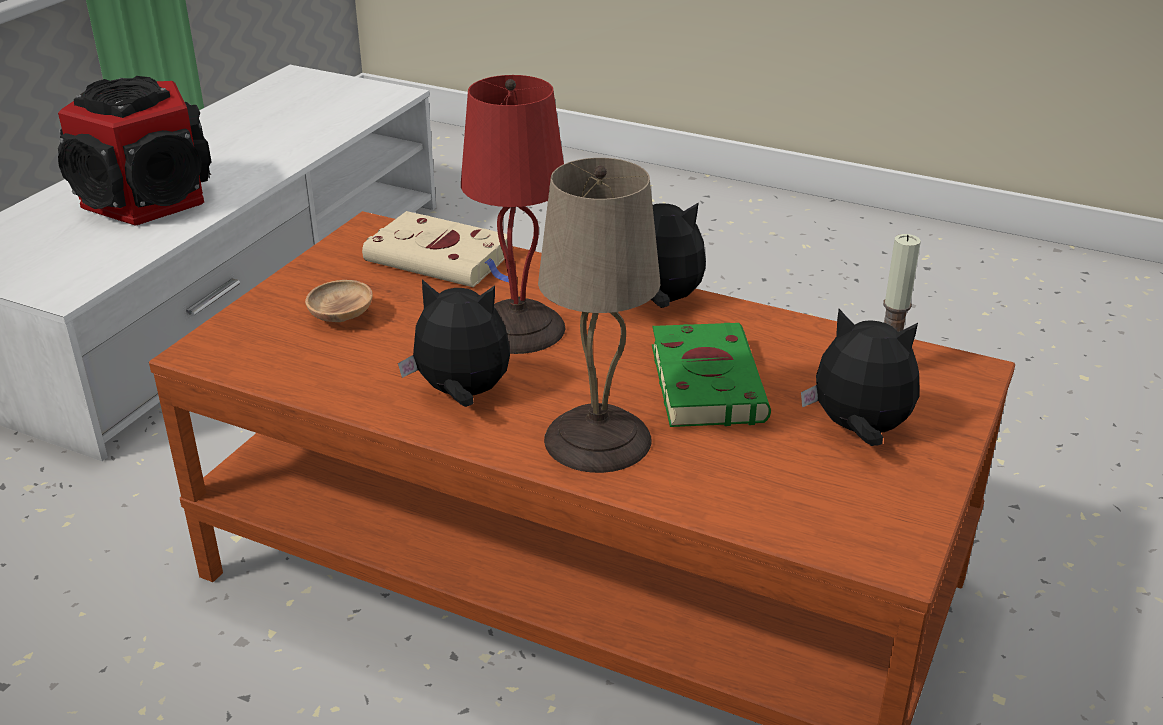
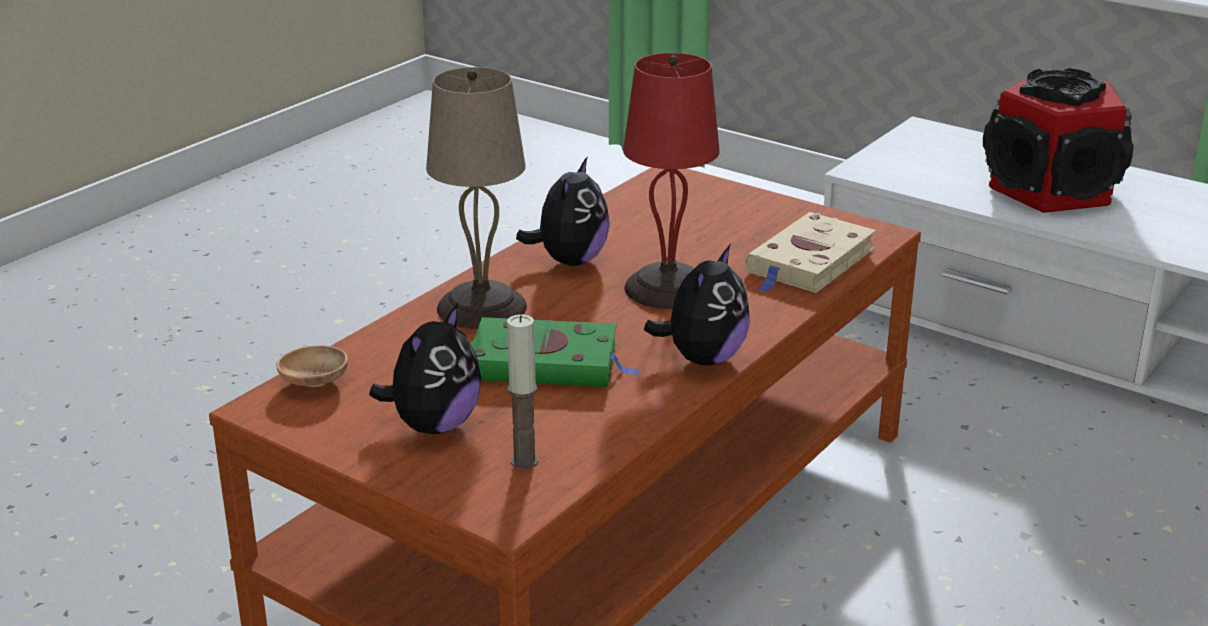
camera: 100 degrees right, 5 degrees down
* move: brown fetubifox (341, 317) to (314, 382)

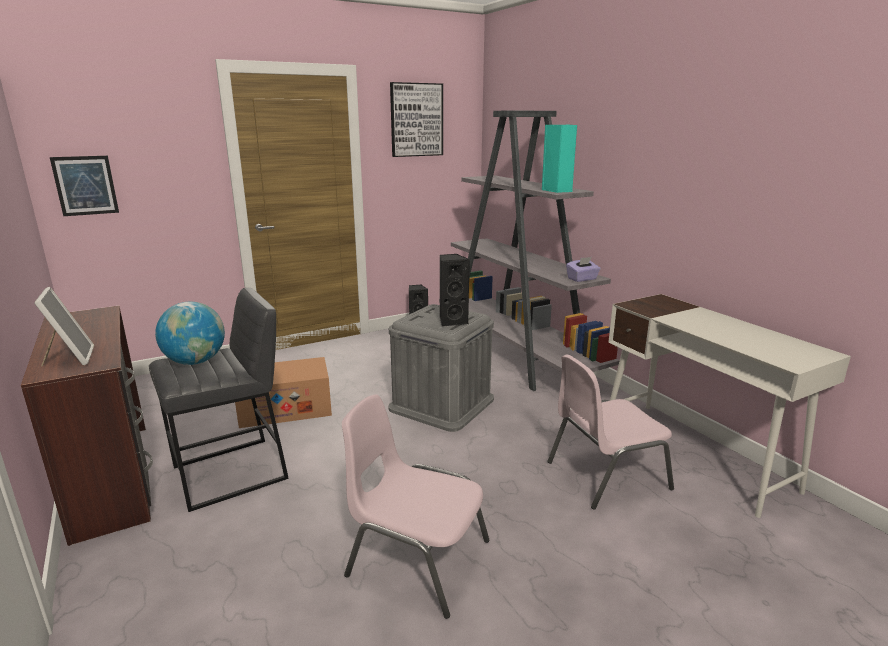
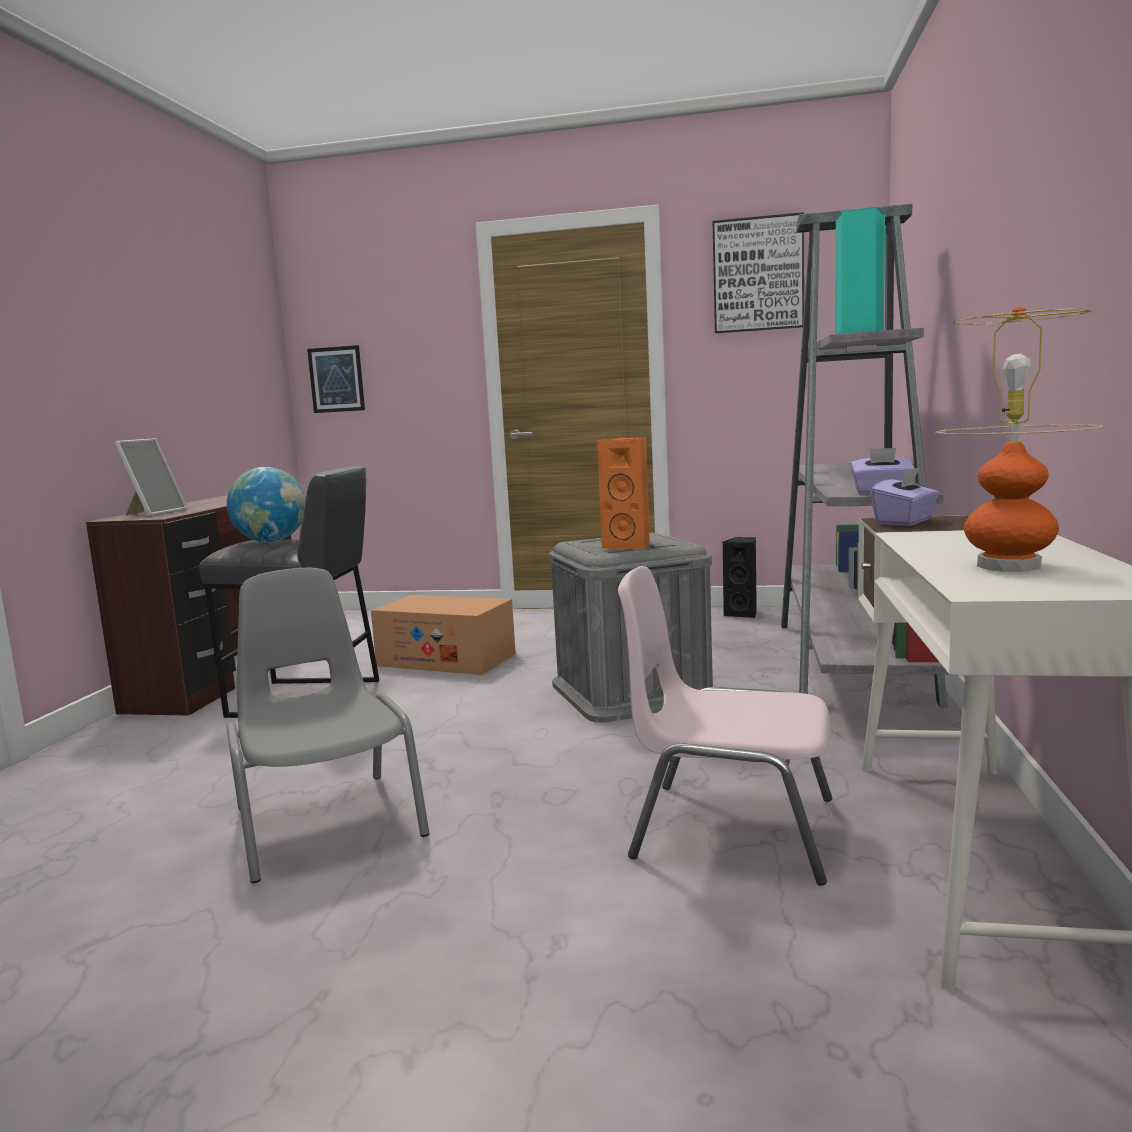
camera: 40 degrees right, 10 degrees down
* recolor: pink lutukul (416, 558) to grey lutukul (327, 821)
* recolor: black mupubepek (452, 321) to orange mupubepek (629, 546)
* insert: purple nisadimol (905, 522)
* insert: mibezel (1008, 566)

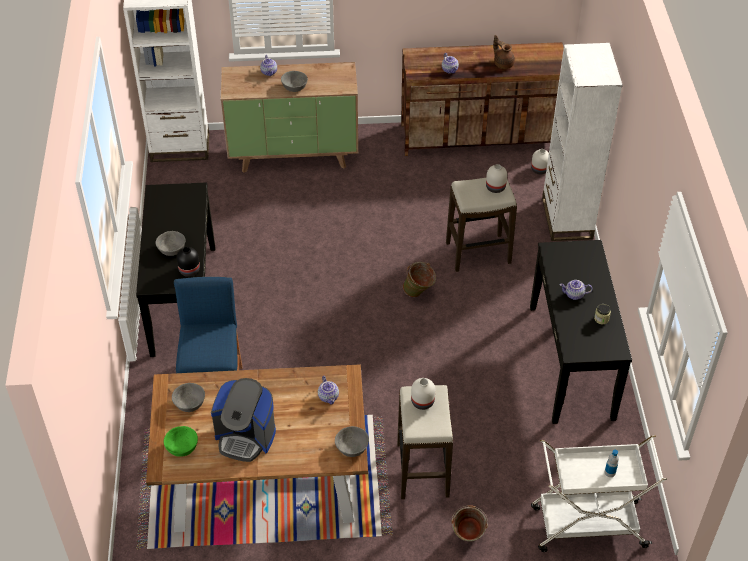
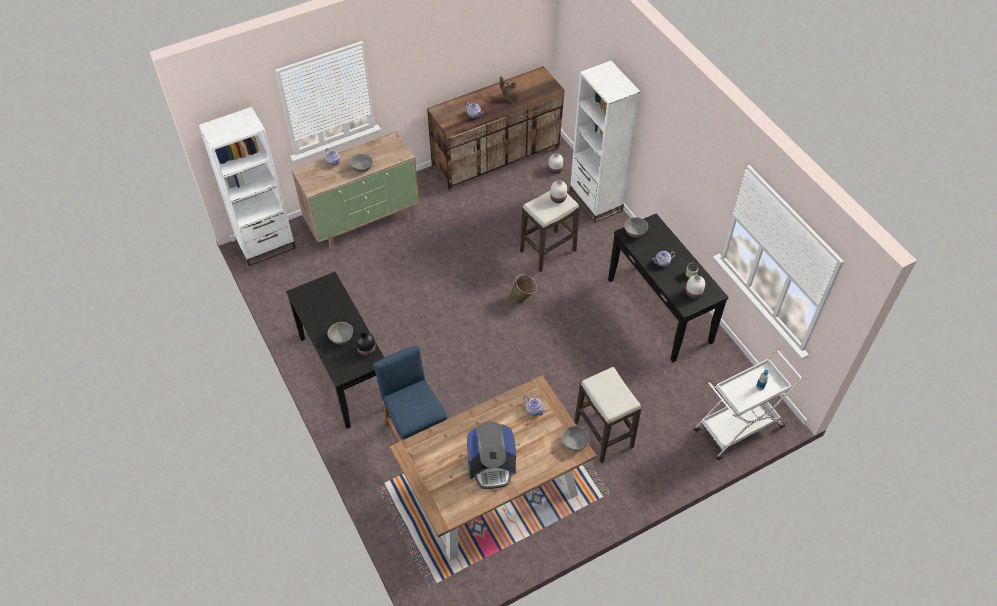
camera: 25 degrees left, 5 degrees up
* delete: green fetubifox (182, 447)
* move: grey fetubifox (189, 403) to (635, 232)
* move: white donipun (423, 401) to (693, 293)
* delete: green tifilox (467, 539)

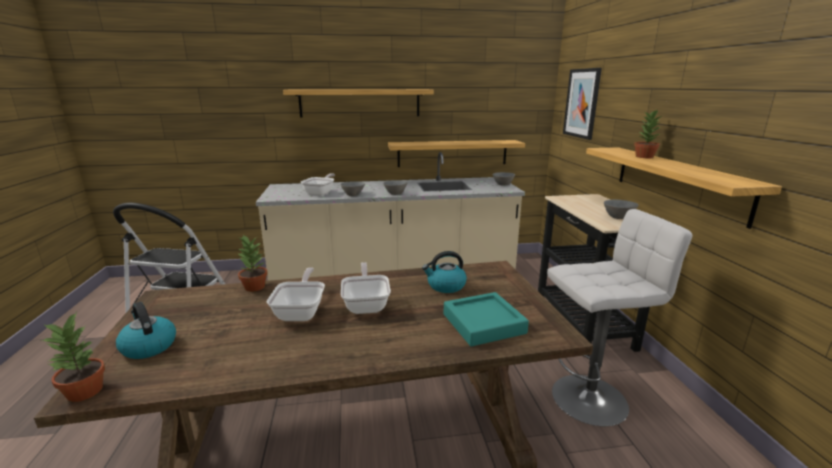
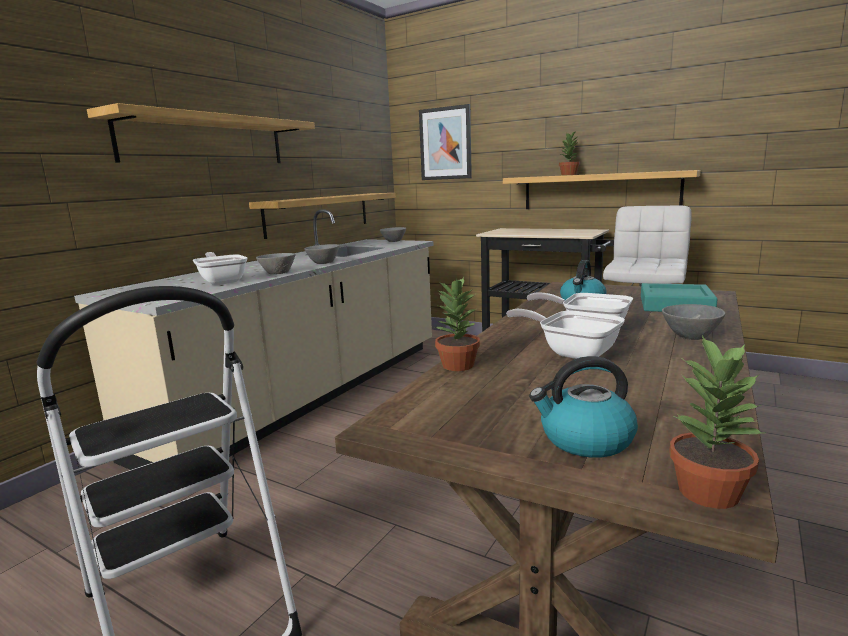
camera: 50 degrees left, 5 degrees down
* move: grey fetubifox (618, 217) to (689, 336)

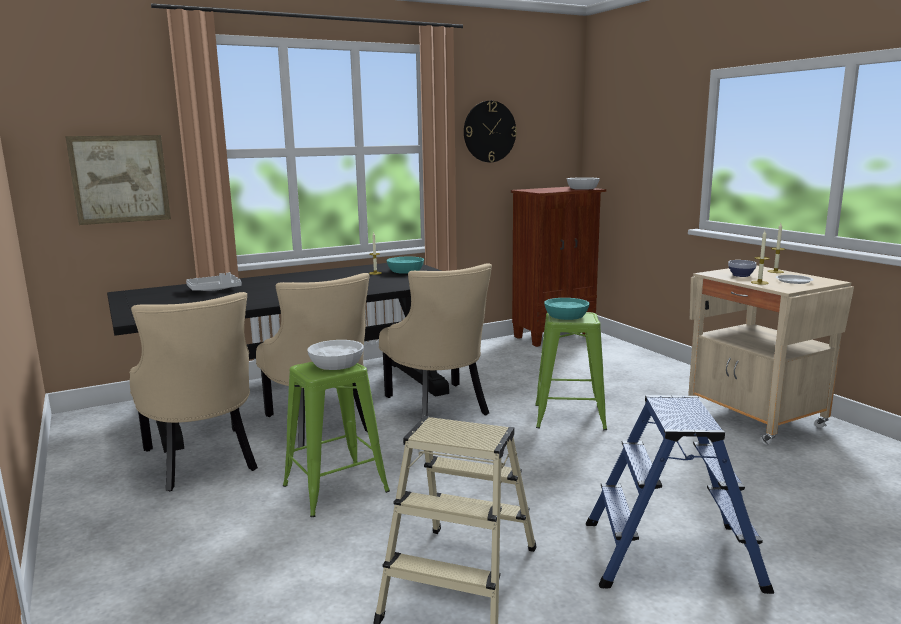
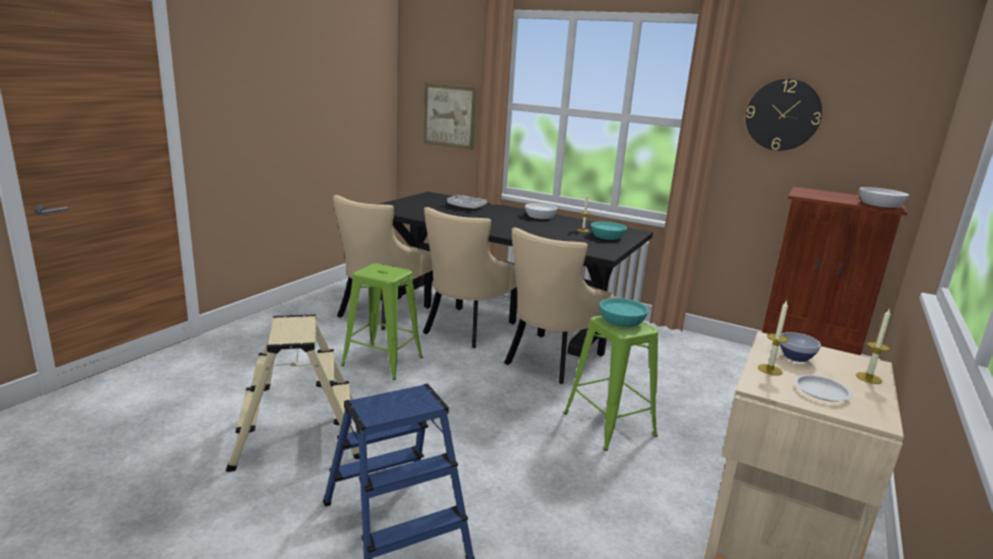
camera: 55 degrees right, 5 degrees up
* move: white fetubifox (336, 364) to (540, 216)

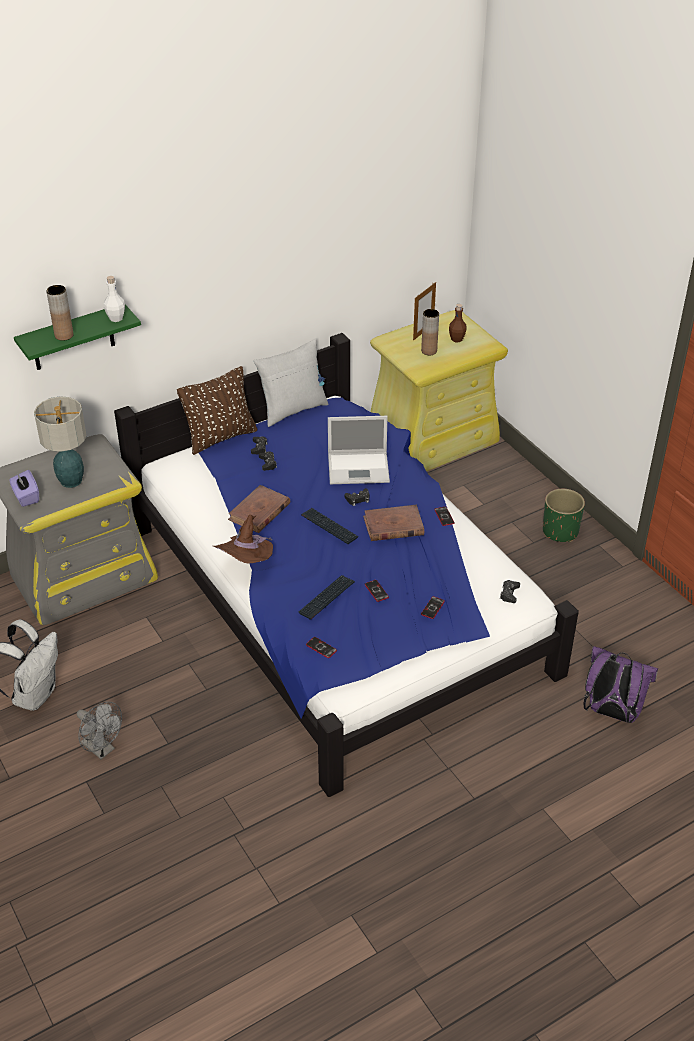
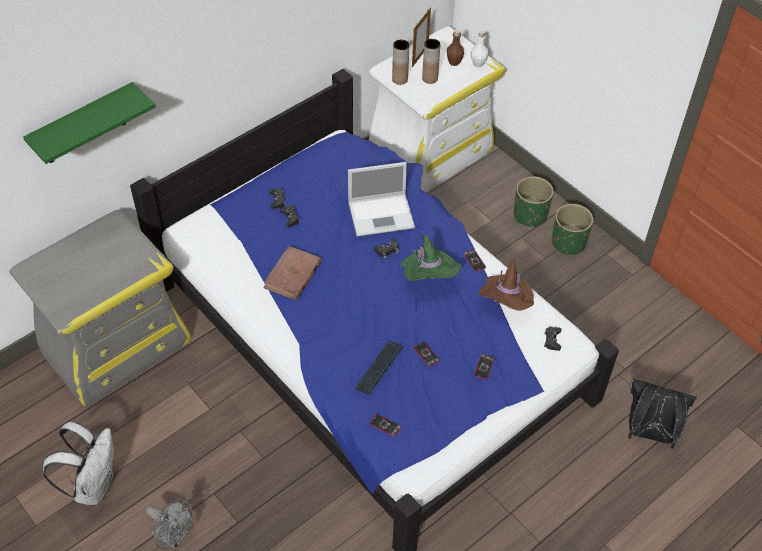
camera: 10 degrees left, 10 degrees up
* delete: purple nisadimol (26, 497)
* delete: mibezel (71, 481)
* move: brown donipun (64, 335) to (399, 79)
* move: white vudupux (116, 318) to (478, 63)
* delete: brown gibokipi (220, 437)
* move: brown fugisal (247, 563) to (505, 303)
* delete: grey gibokipi (293, 411)
* delete: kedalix (329, 527)
* replace: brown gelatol (393, 526) to green fugisal (428, 278)
* recolor: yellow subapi (435, 440) to white subapi (432, 154)
* recolor: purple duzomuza (611, 712) to black duzomuza (649, 433)
* insert: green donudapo (529, 215)

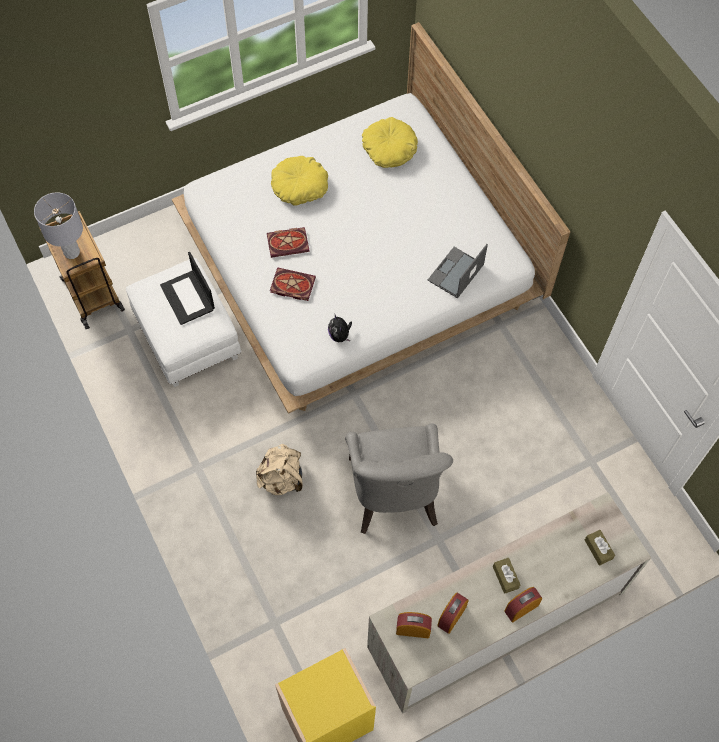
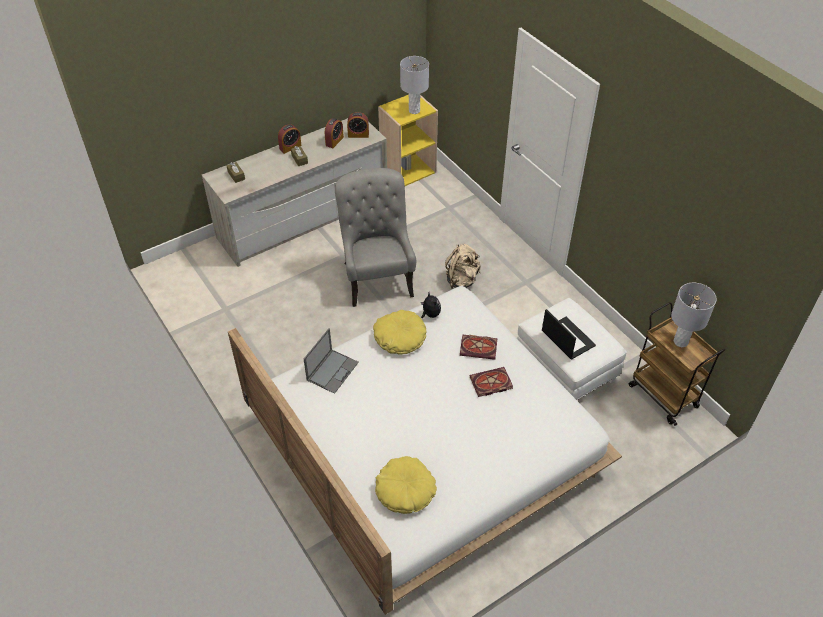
camera: 175 degrees right, 15 degrees down
* move: yellow gibokipi (299, 185) to (400, 338)
* insert: grey mibezel (414, 111)

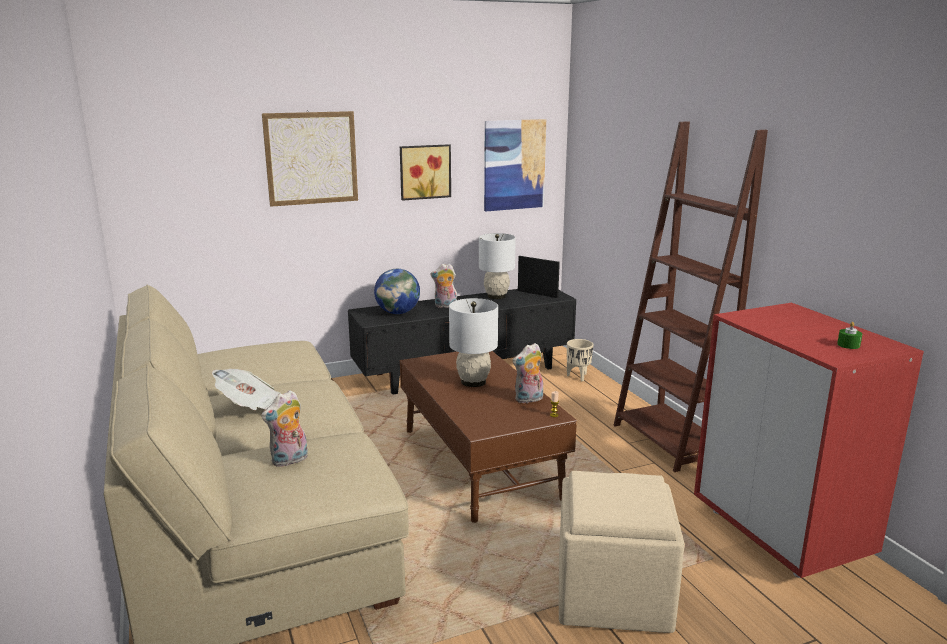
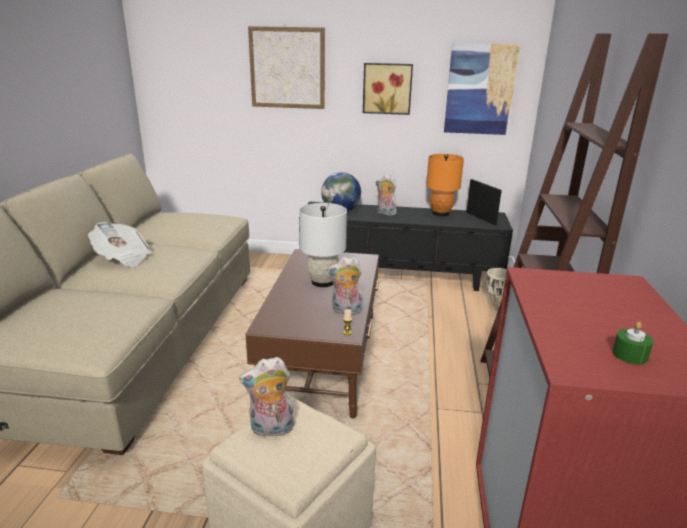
camera: 30 degrees right, 5 degrees up
* move: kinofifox (289, 461) to (271, 430)
* recolor: white mibezel (496, 296) to orange mibezel (440, 213)

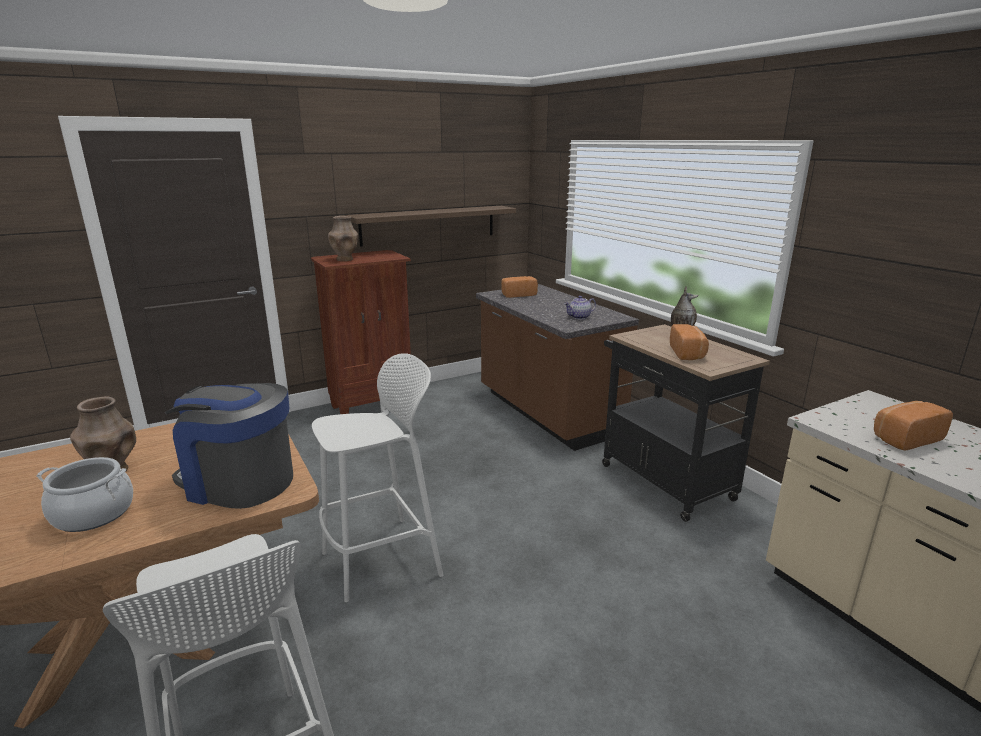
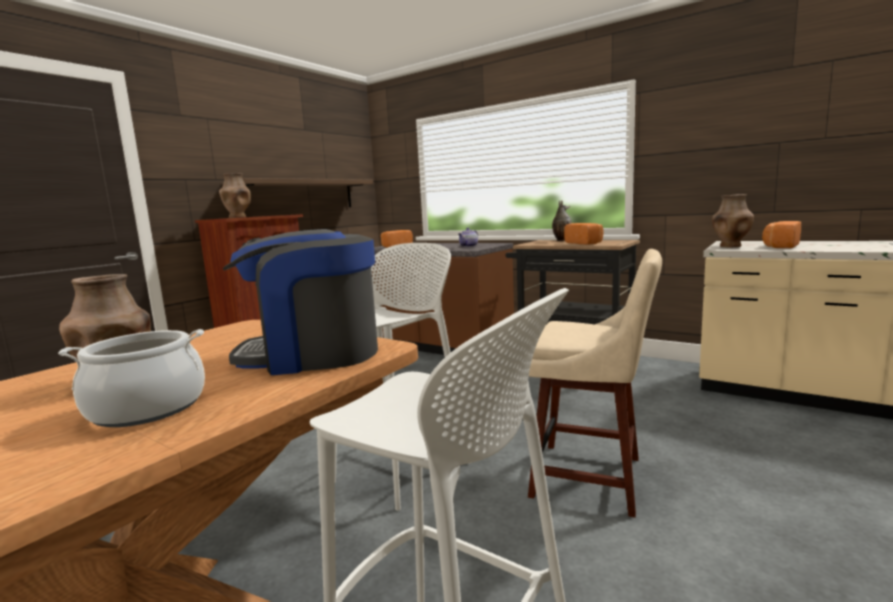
camera: 25 degrees left, 10 degrees down
* insert: beige lutukul (594, 478)
* insert: brown donipun (730, 246)

